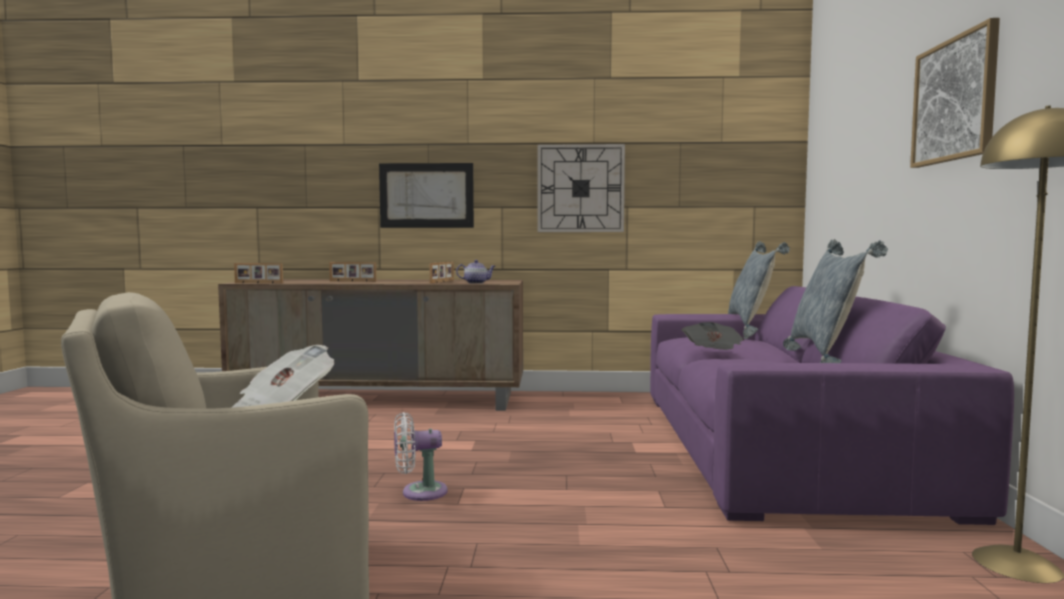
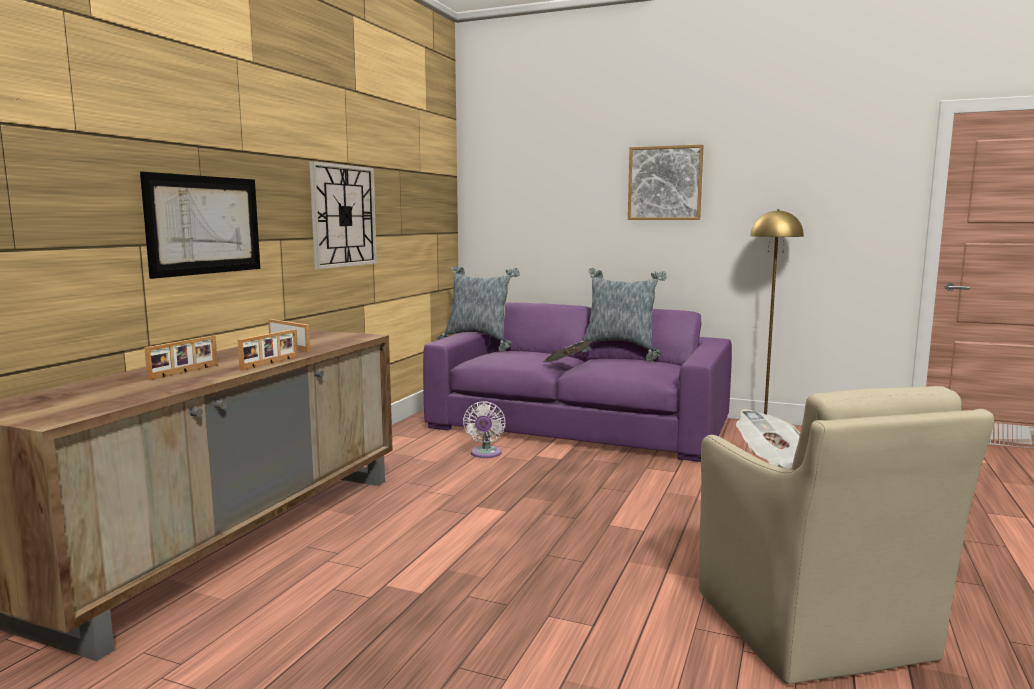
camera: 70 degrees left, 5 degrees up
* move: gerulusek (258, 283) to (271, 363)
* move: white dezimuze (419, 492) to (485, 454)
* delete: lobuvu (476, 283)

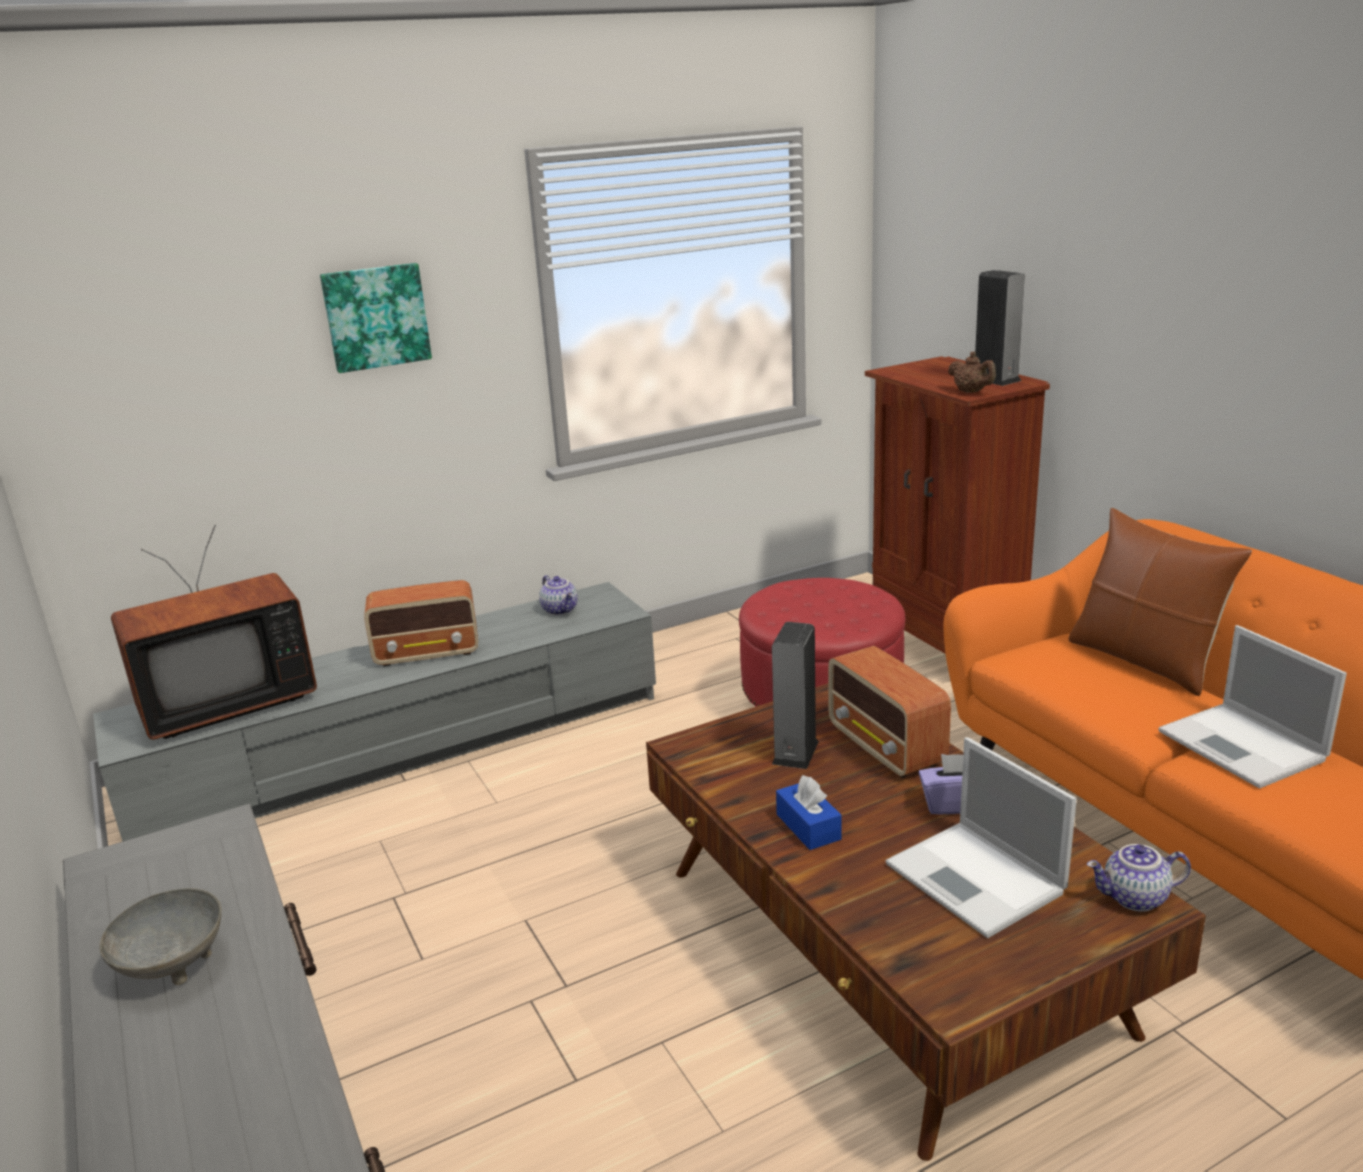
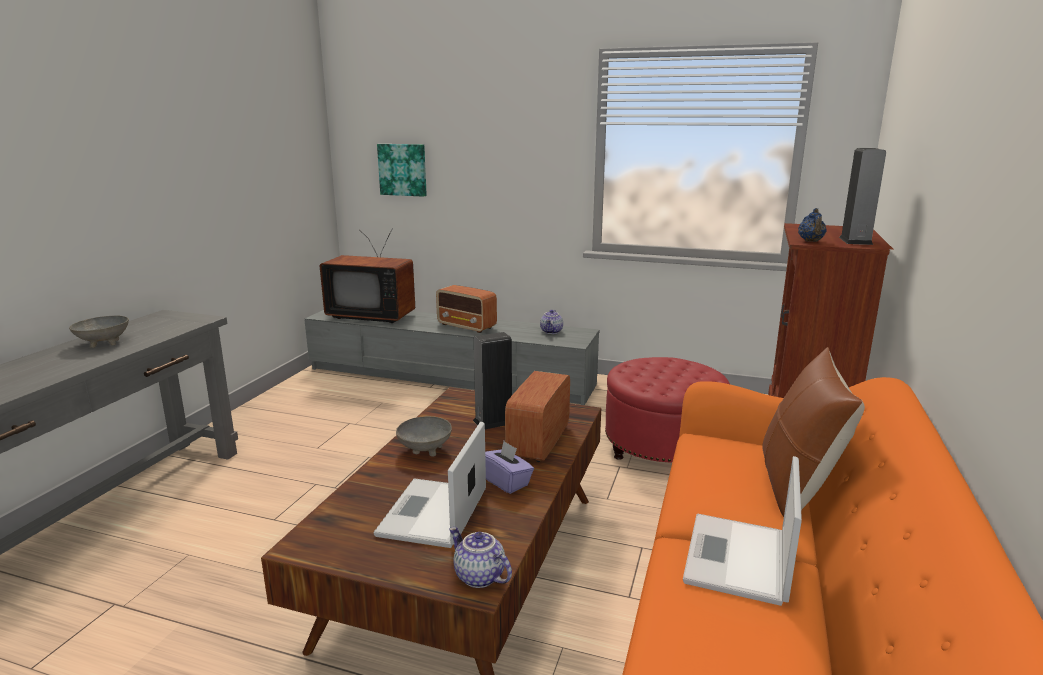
camera: 45 degrees right, 5 degrees down
* move: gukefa (376, 317) to (403, 169)
* replace: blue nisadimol (808, 827) to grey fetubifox (424, 449)
* recolor: brown lobuvu (971, 392) to blue lobuvu (810, 241)

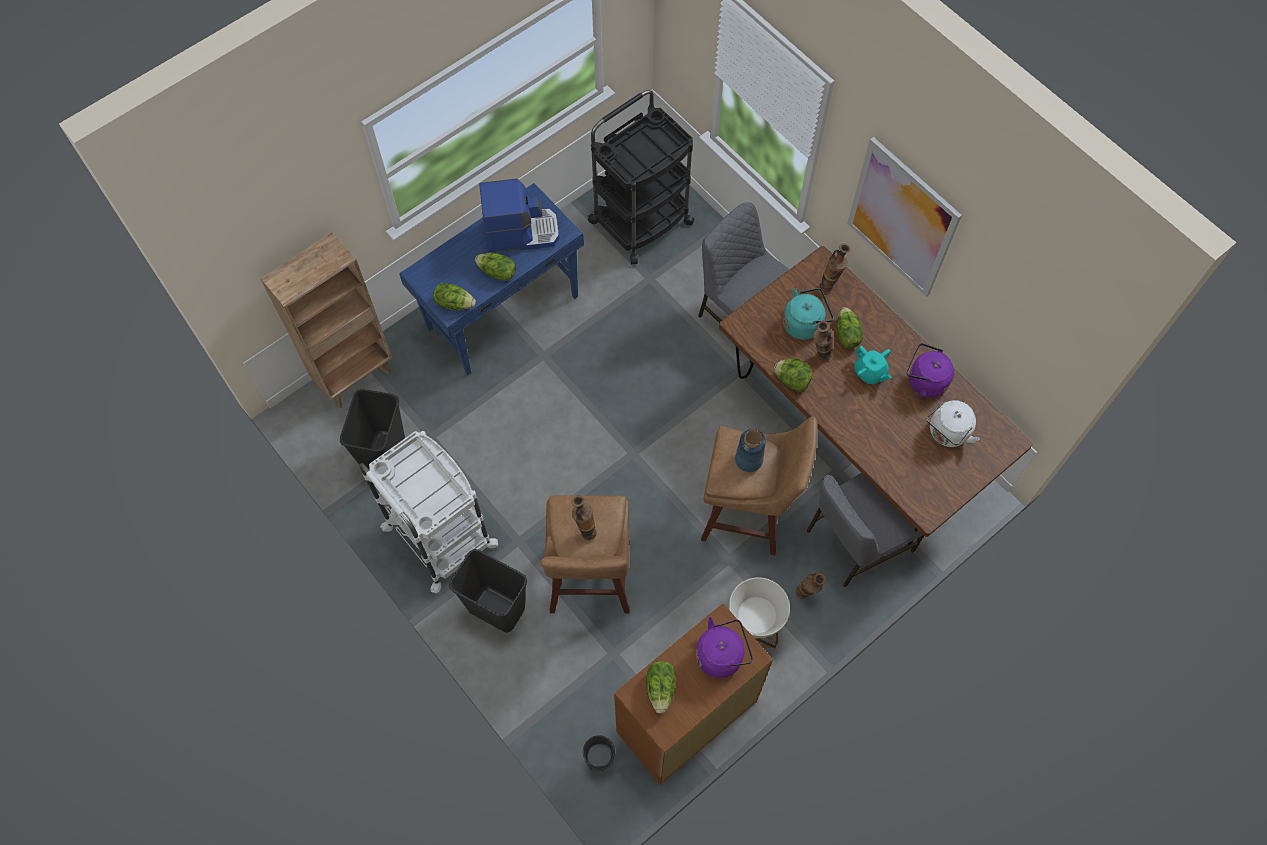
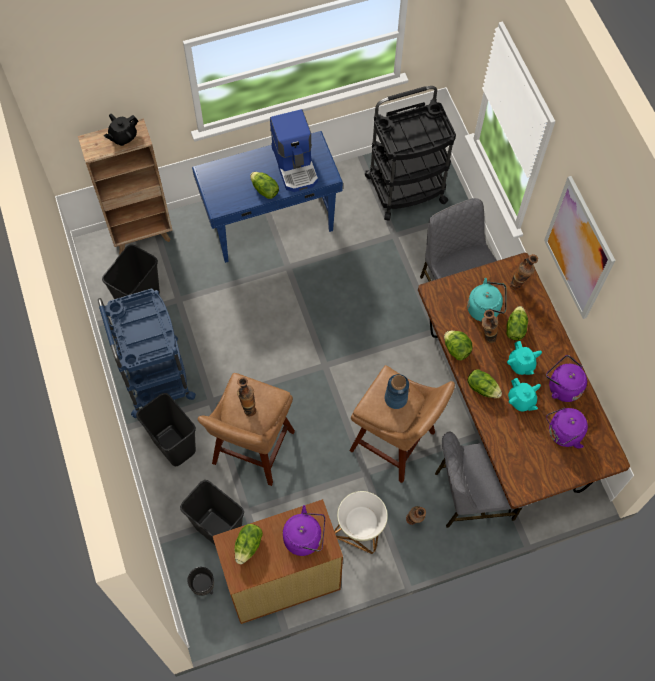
camera: 20 degrees right, 0 degrees up
* recolor: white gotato (441, 536) to blue gotato (156, 377)
* move: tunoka (454, 303) to (482, 388)
* rotate: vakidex (521, 232) = (295, 165) 60 degrees clockwise
* recolor: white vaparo (947, 433) to purple vaparo (563, 434)
* insert: black lobuvu (123, 136)
* insert: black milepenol (217, 529)
* insert: turquoise lobuvu (521, 400)

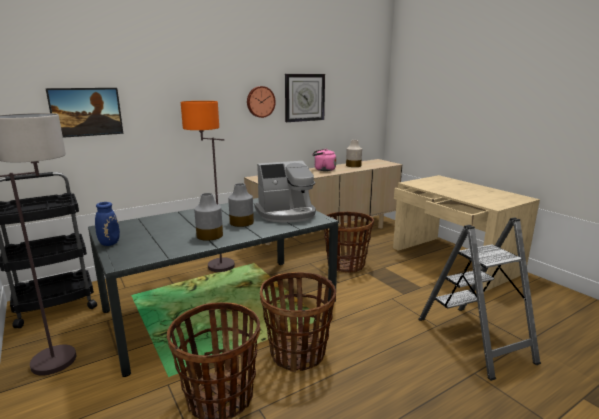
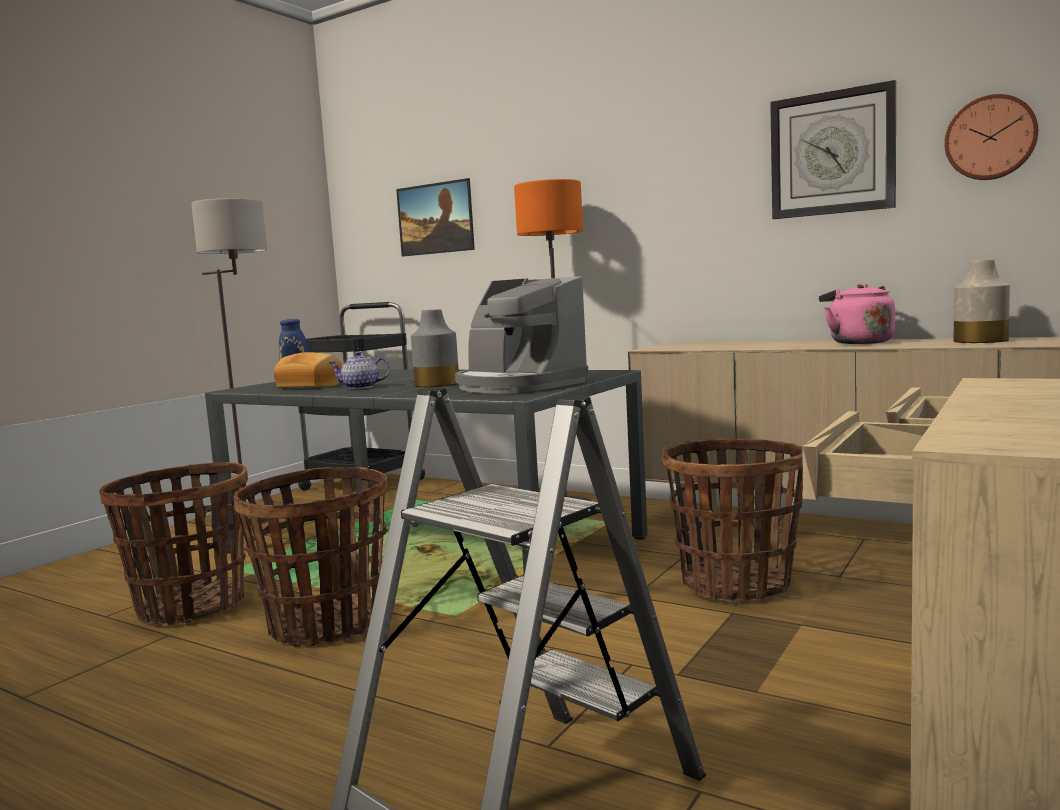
camera: 65 degrees right, 10 degrees down
* replace: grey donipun (210, 235) to lobuvu (361, 387)
* move: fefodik (260, 101) to (990, 138)
* insert: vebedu (311, 386)

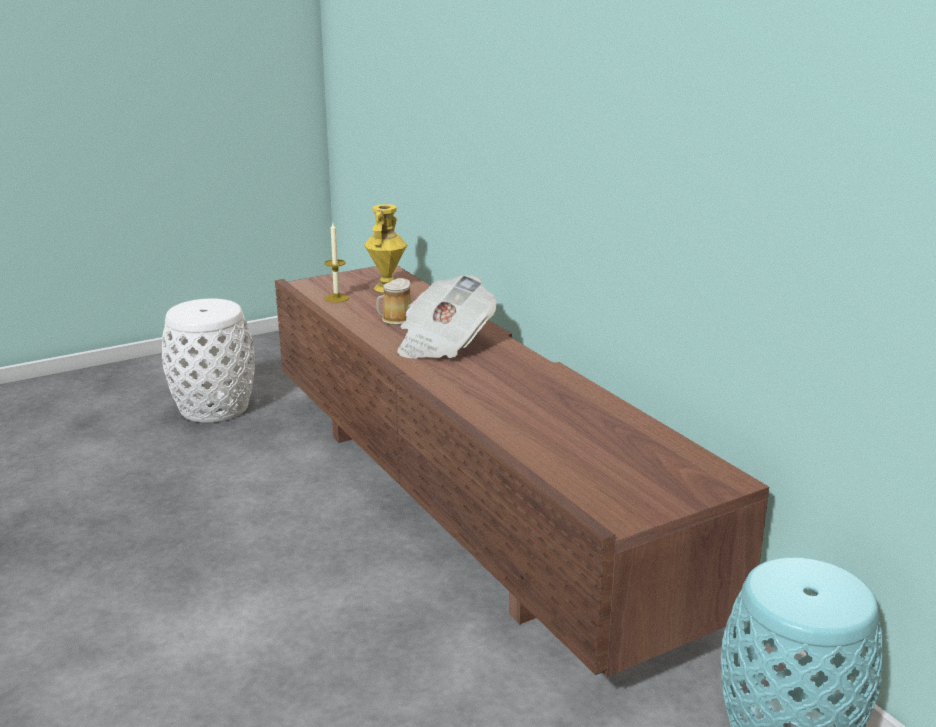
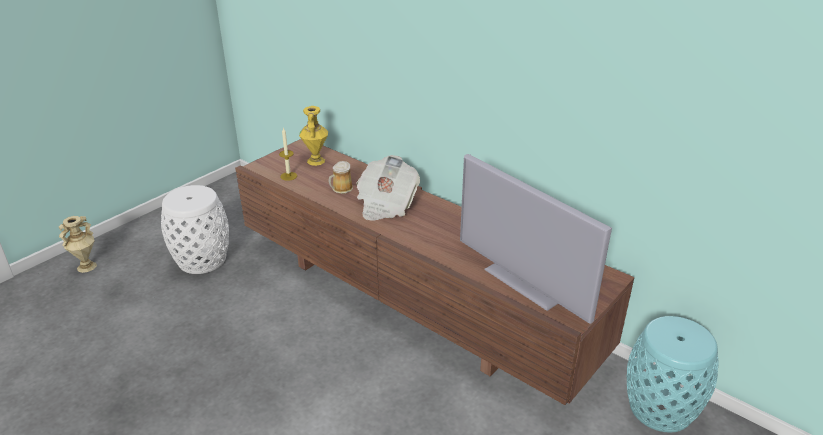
camera: 20 degrees left, 10 degrees up
* insert: beige donipun (87, 267)
* insert: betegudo (524, 283)

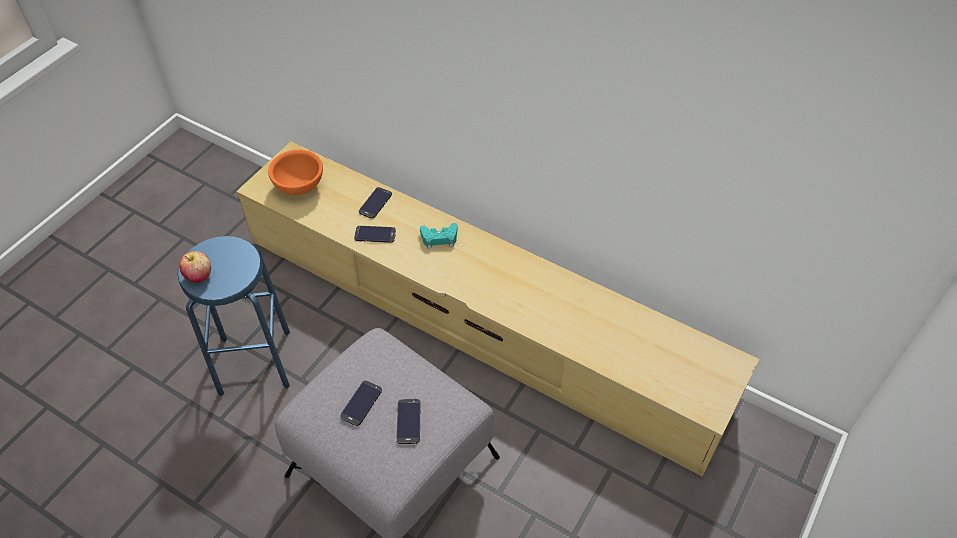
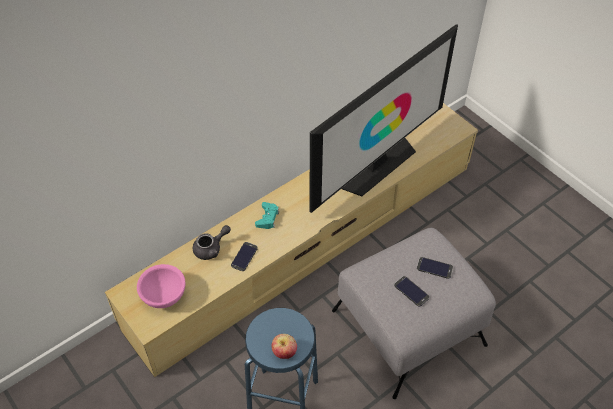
camera: 70 degrees left, 0 degrees up
* recolor: orange fetubifox (300, 186) to pink fetubifox (164, 295)
* replace: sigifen (375, 203) to grey lobuvu (211, 248)
* insert: betegudo (376, 164)

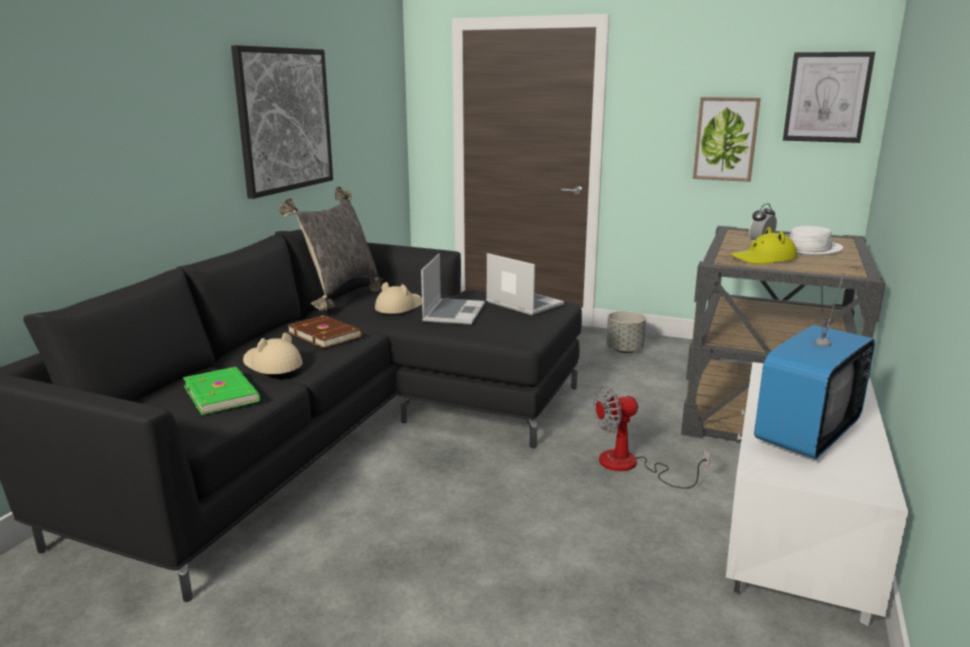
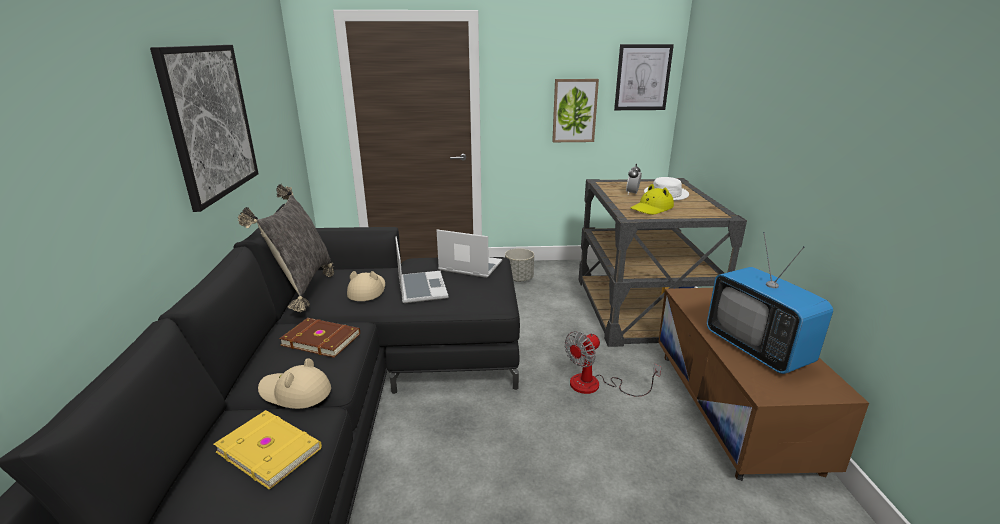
camera: 25 degrees left, 5 degrees up
* recolor: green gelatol (222, 393) to yellow gelatol (270, 449)
* recolor: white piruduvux (794, 529) to brown piruduvux (731, 409)
* rotate: betegudo (806, 433) = (757, 349) 135 degrees clockwise

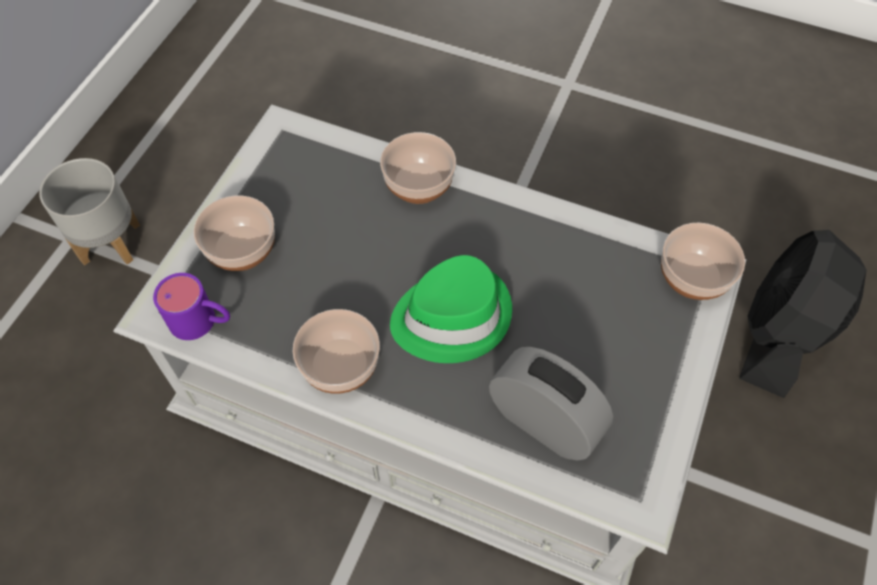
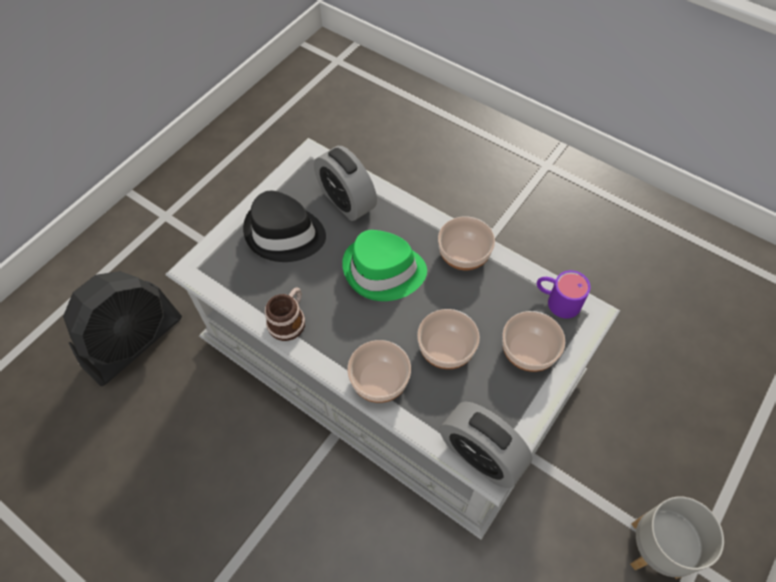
camera: 165 degrees left, 0 degrees up
* move: fetubifox (692, 276) to (447, 349)
* insert: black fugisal (284, 234)
* insert: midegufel (289, 320)
* insert: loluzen (481, 455)

